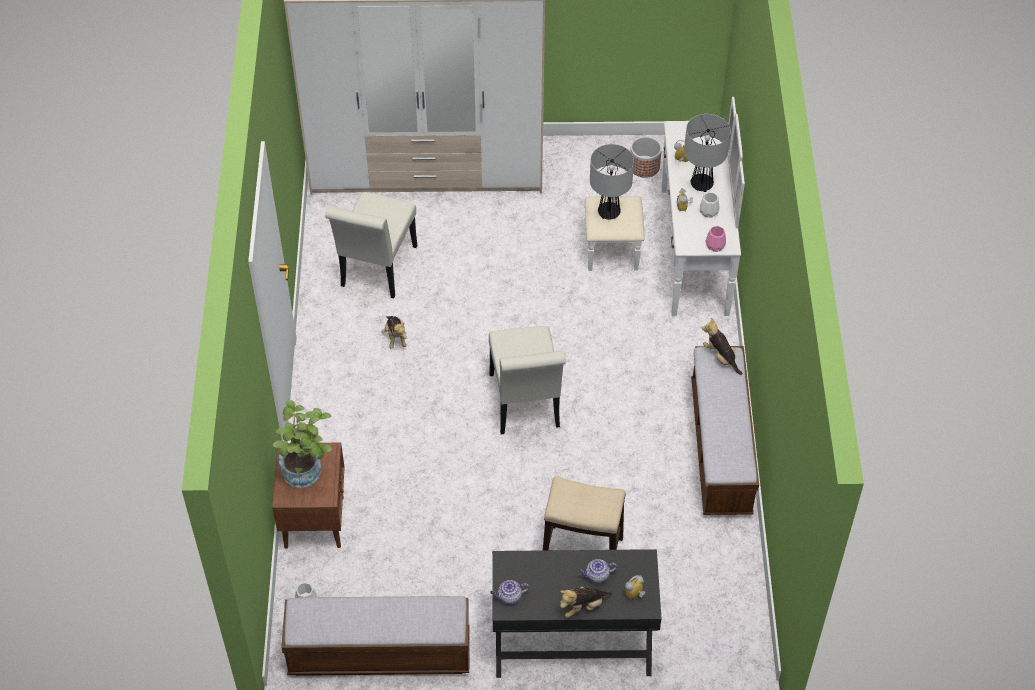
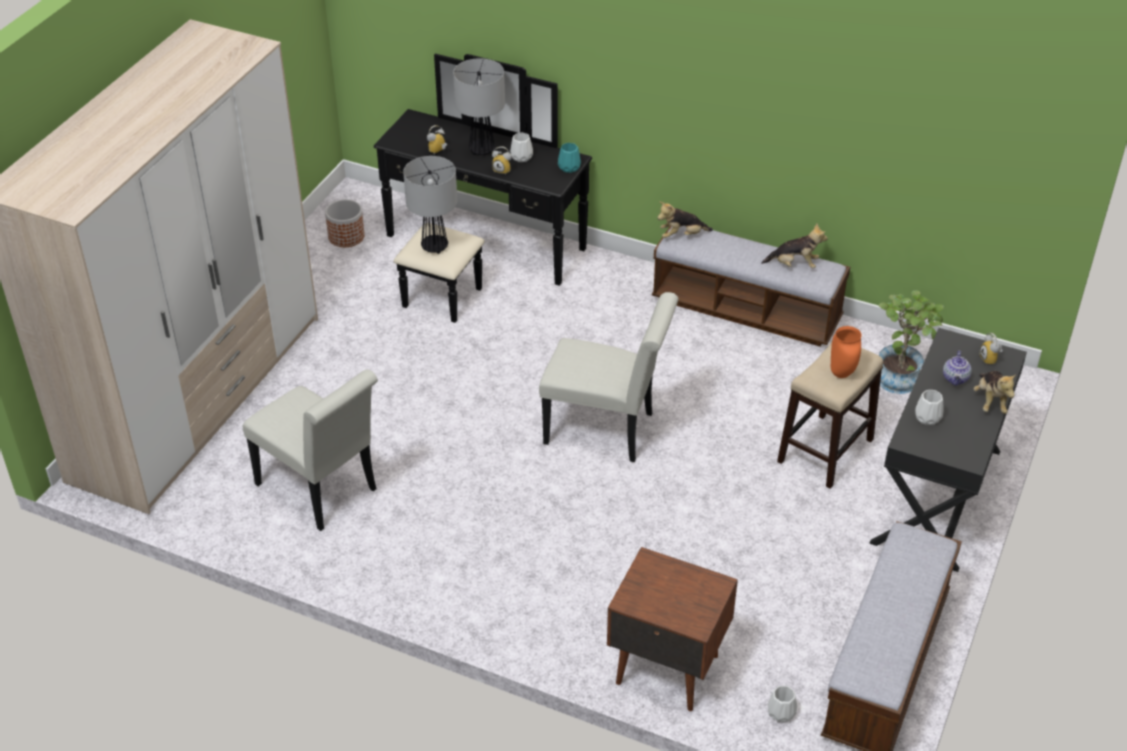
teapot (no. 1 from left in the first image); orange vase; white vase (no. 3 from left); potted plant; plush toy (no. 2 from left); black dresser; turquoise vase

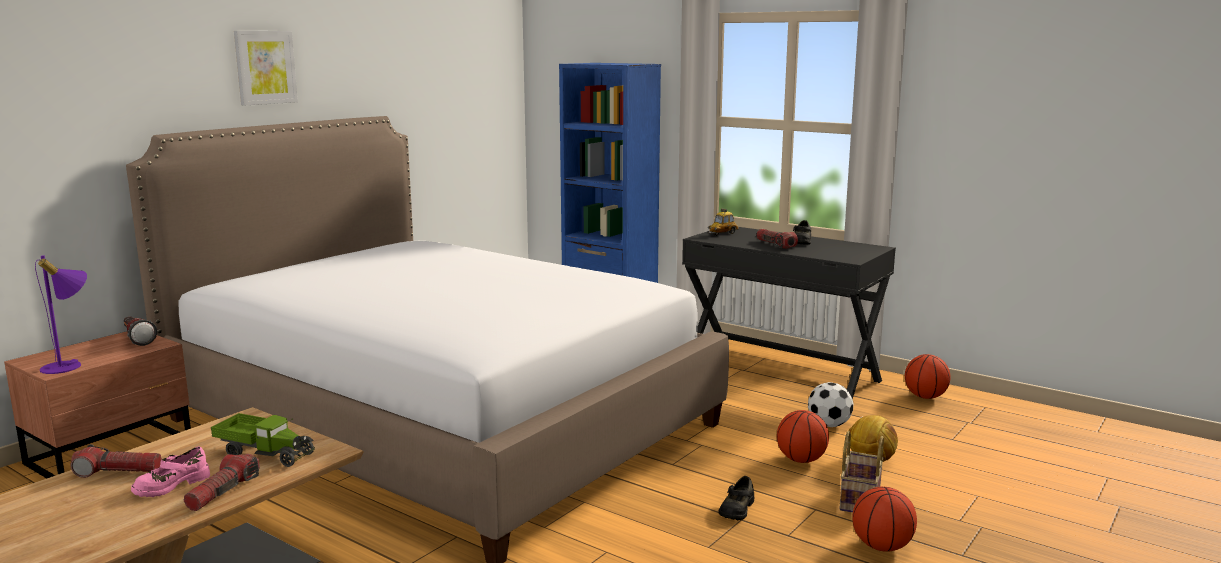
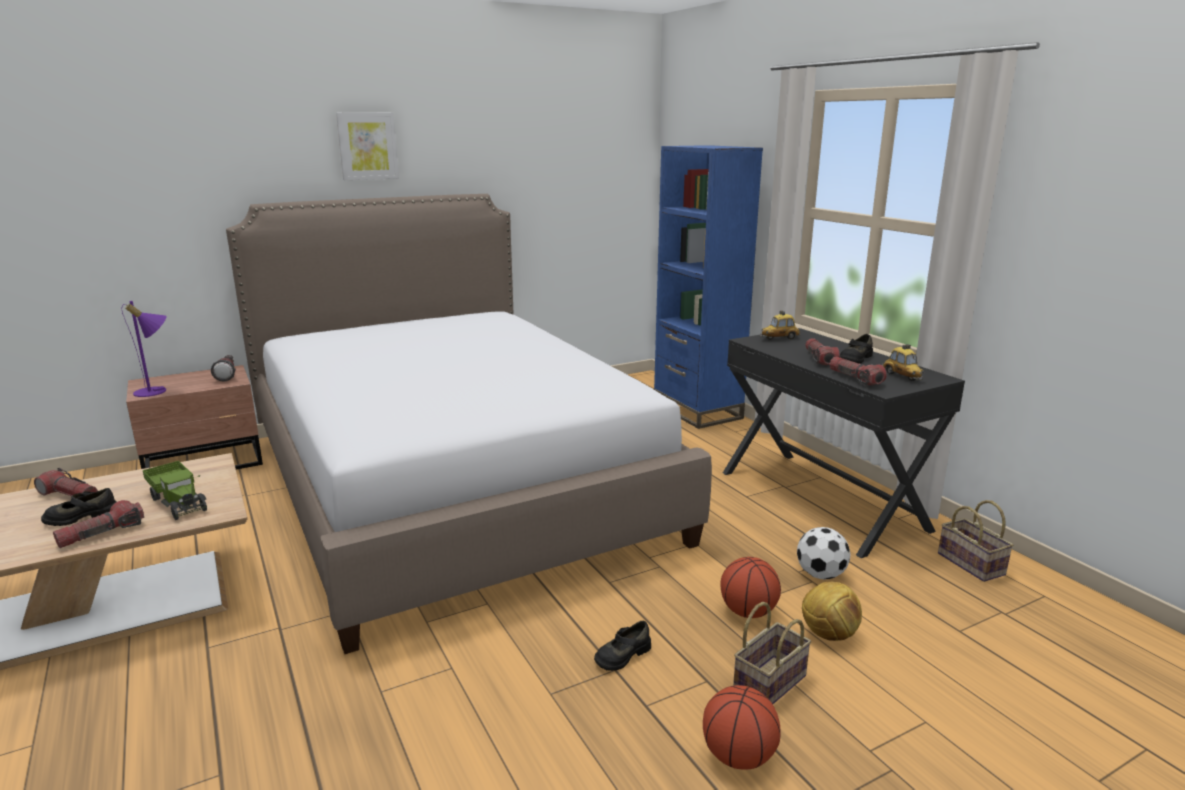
flashlight (no. 5 from left); toy car (no. 2 from left); basket (no. 2 from left); black shoe (no. 1 from left)

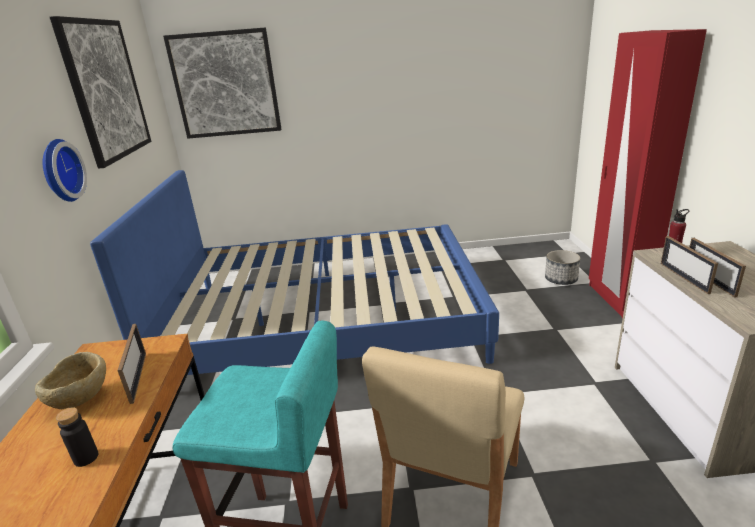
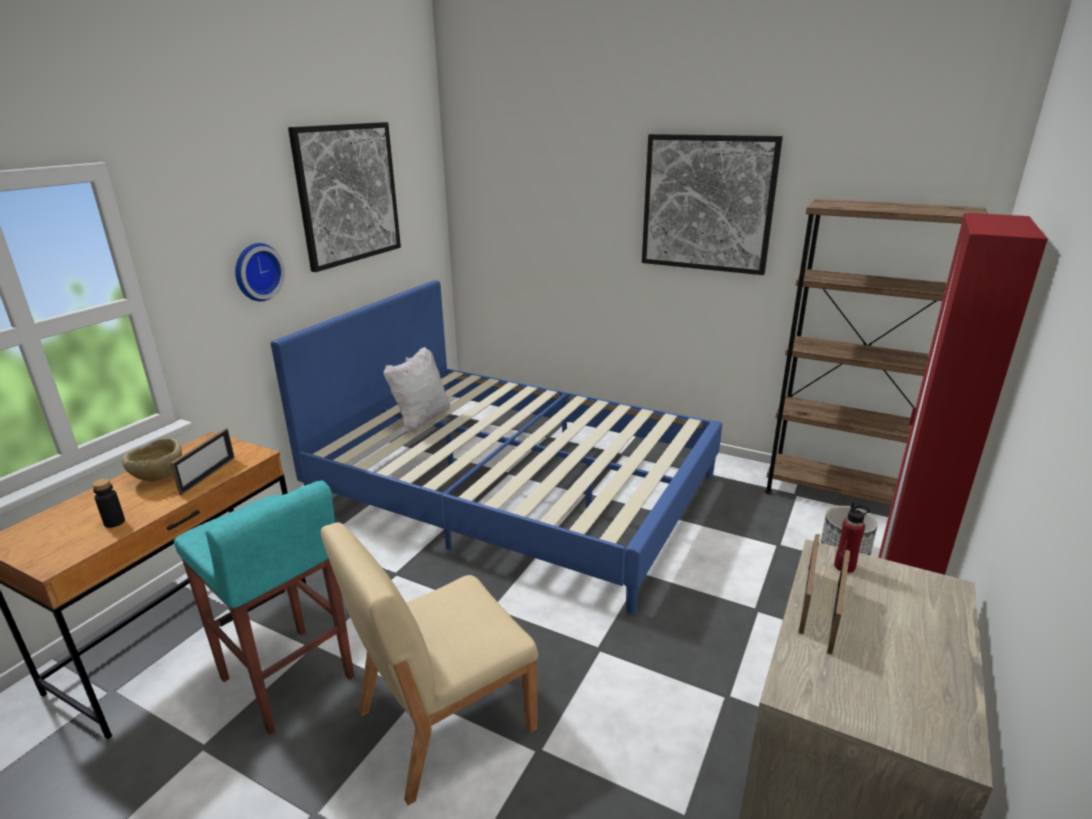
white pillow; brown bookcase; picture (no. 2 from left)

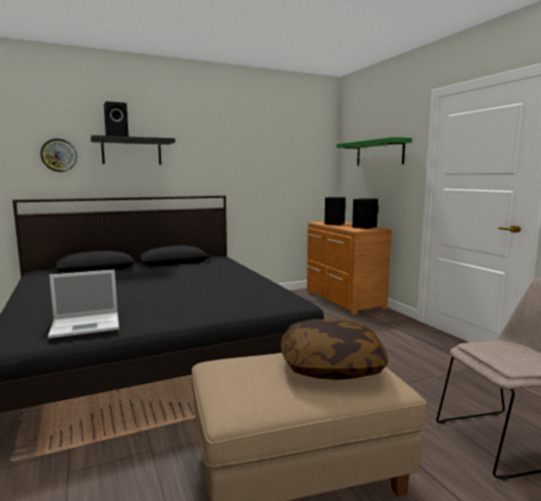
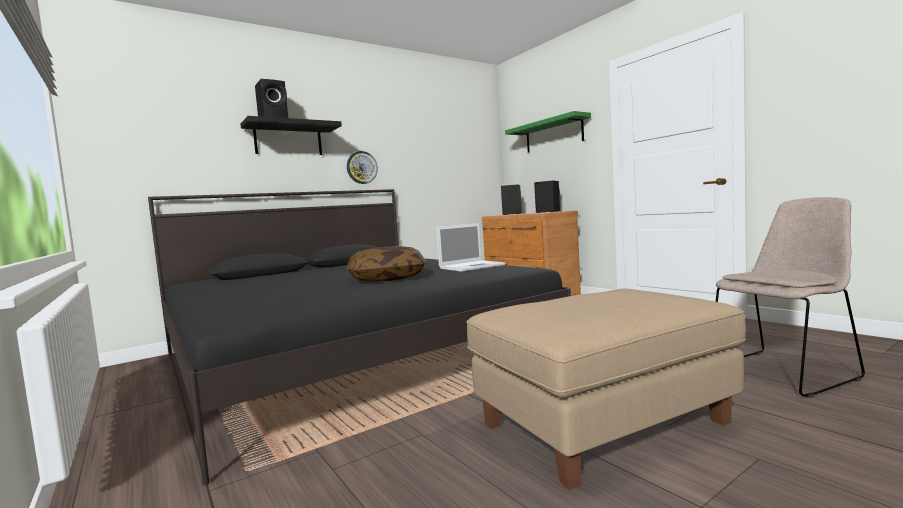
wall clock; laptop; pillow

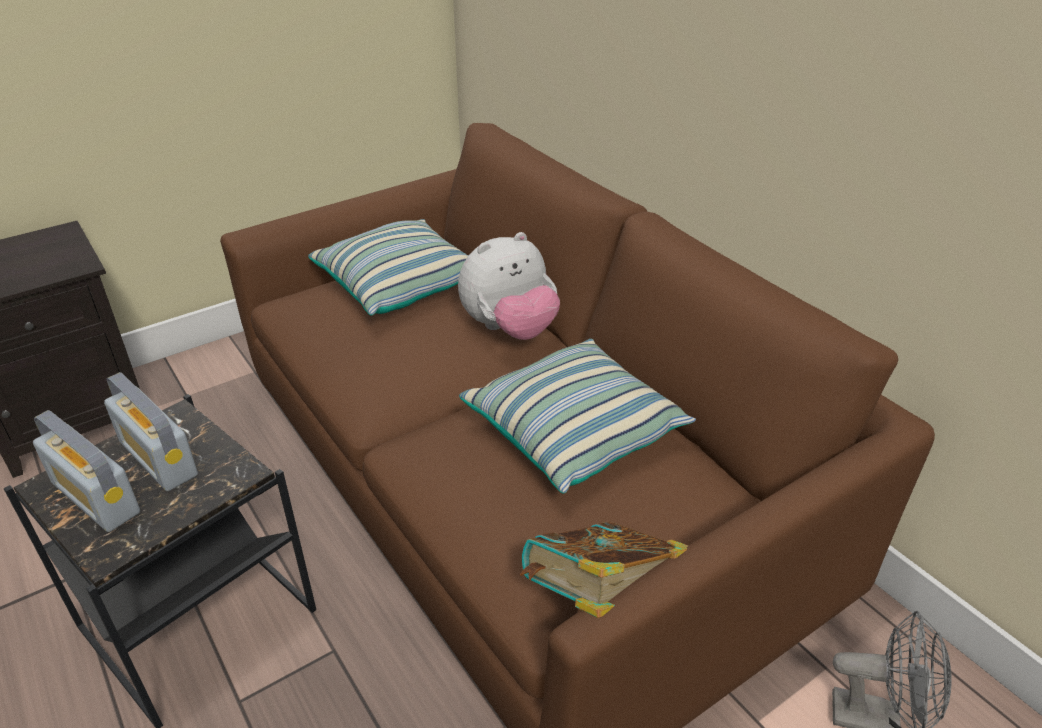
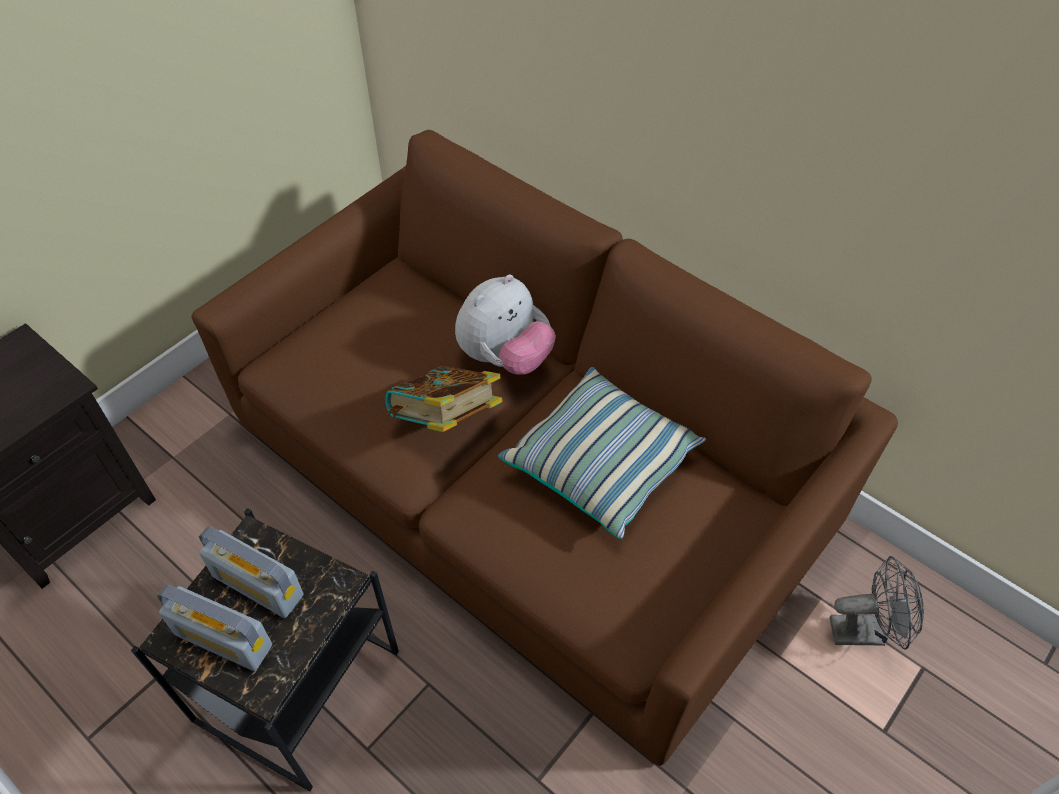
pillow (no. 1 from left in the first image); book

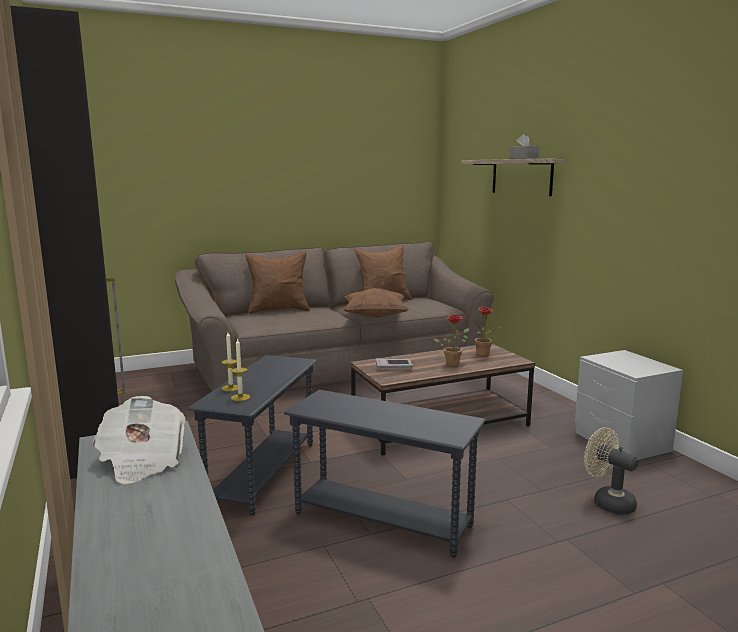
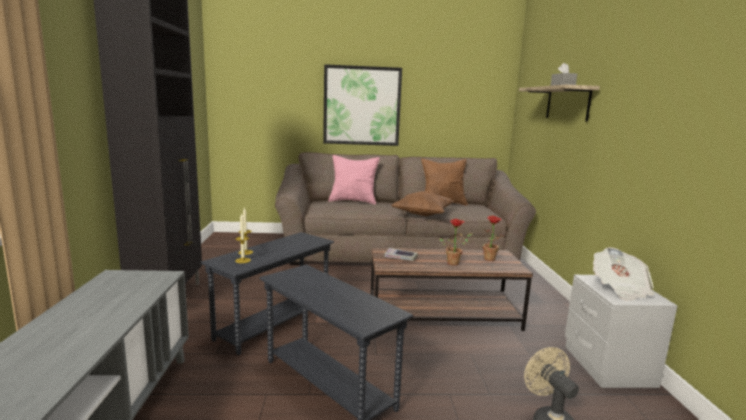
picture; newspaper; pink pillow

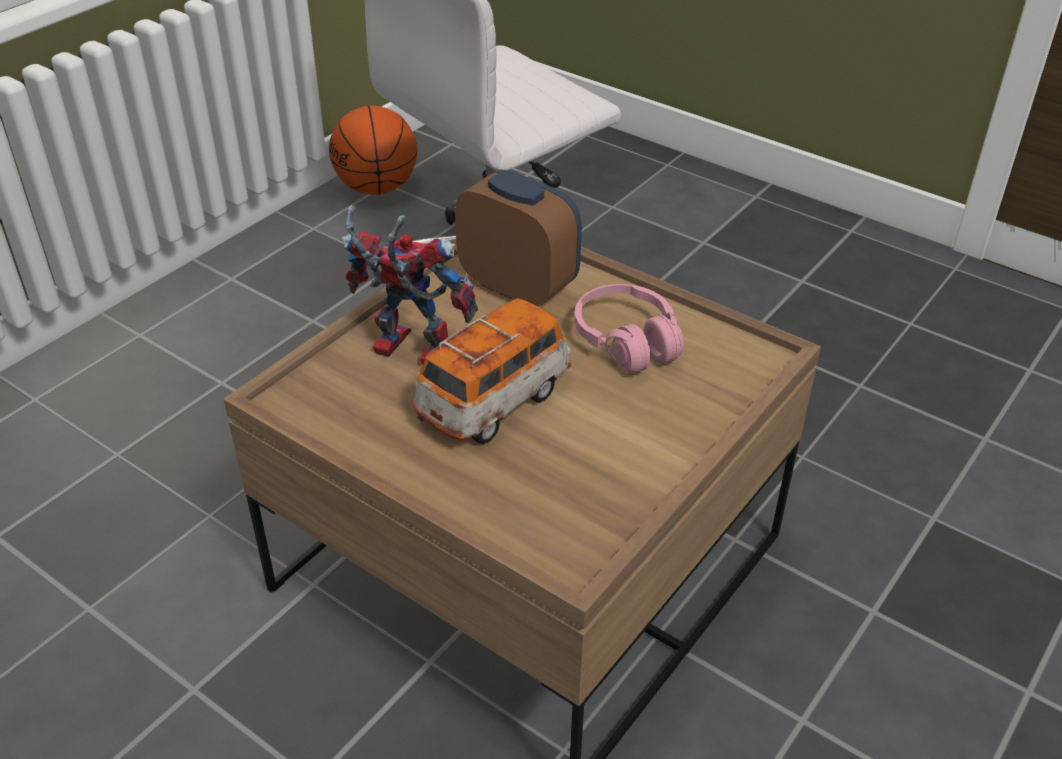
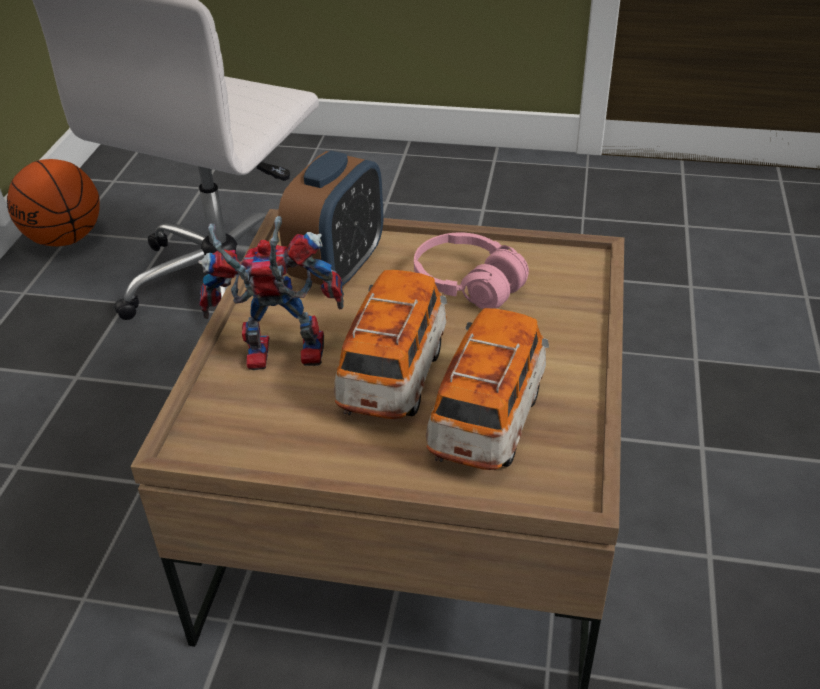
toy car (no. 2 from left); alarm clock

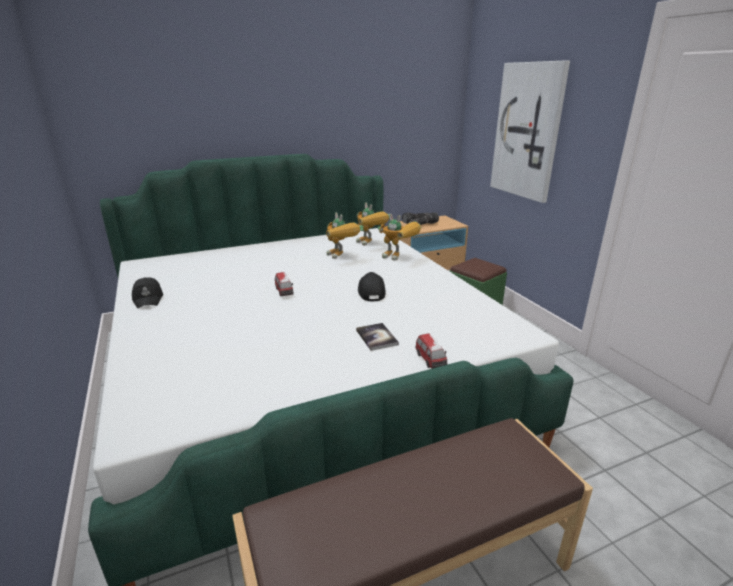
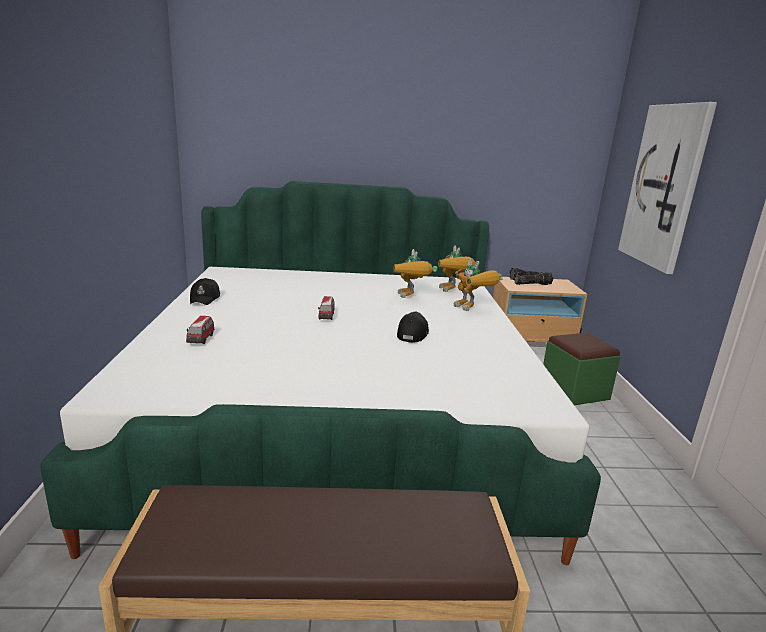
book; toy car (no. 1 from left)

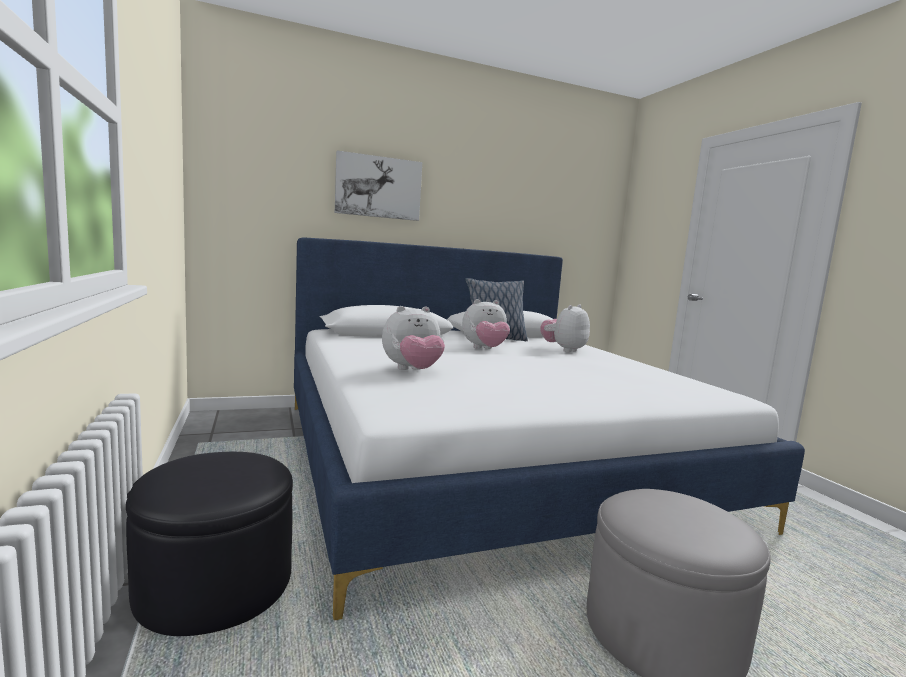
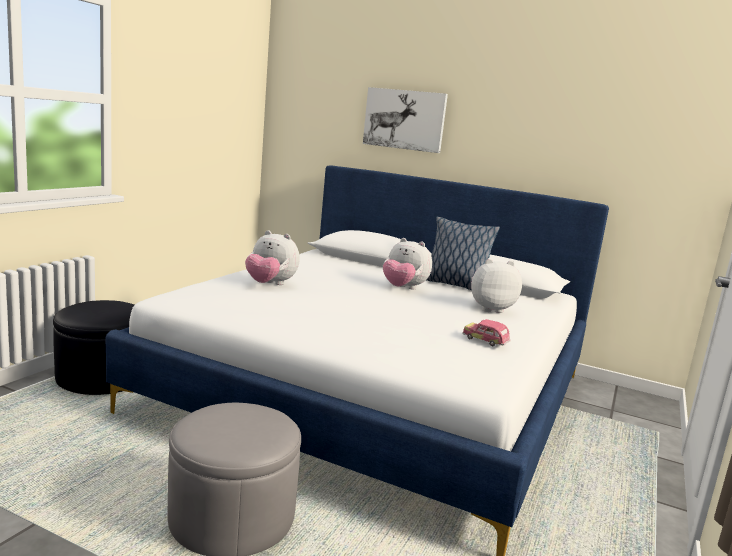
toy car

